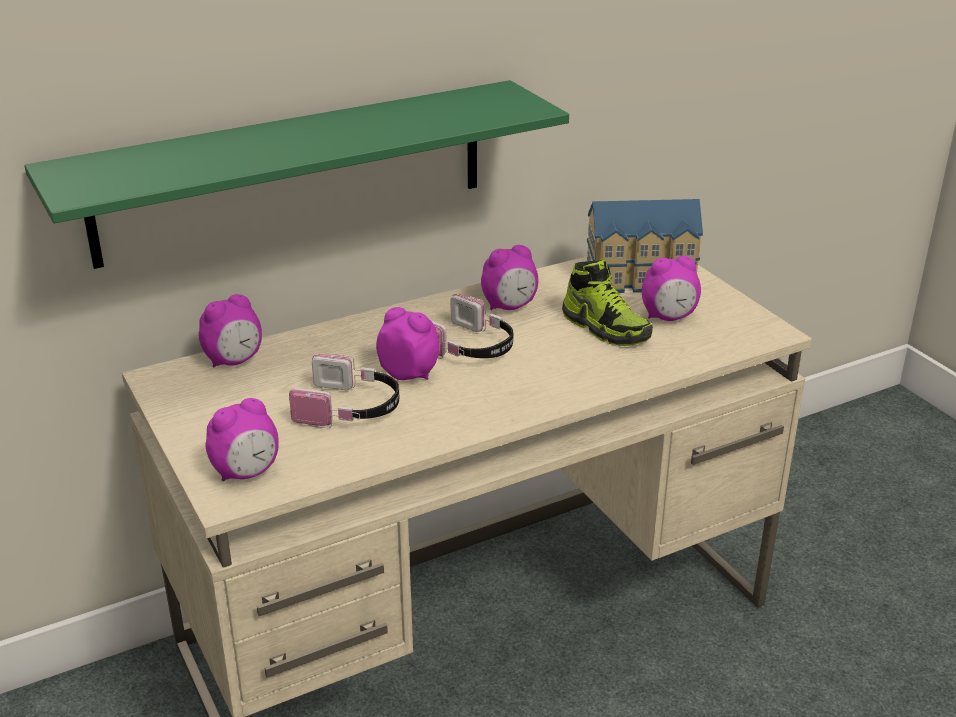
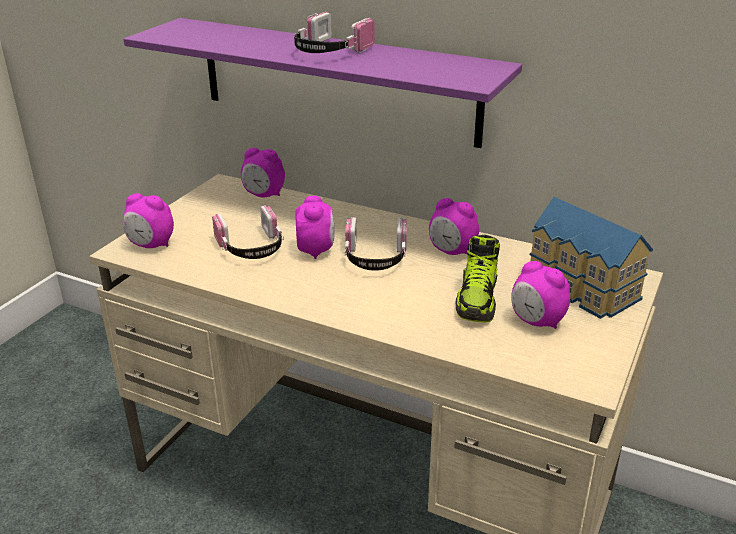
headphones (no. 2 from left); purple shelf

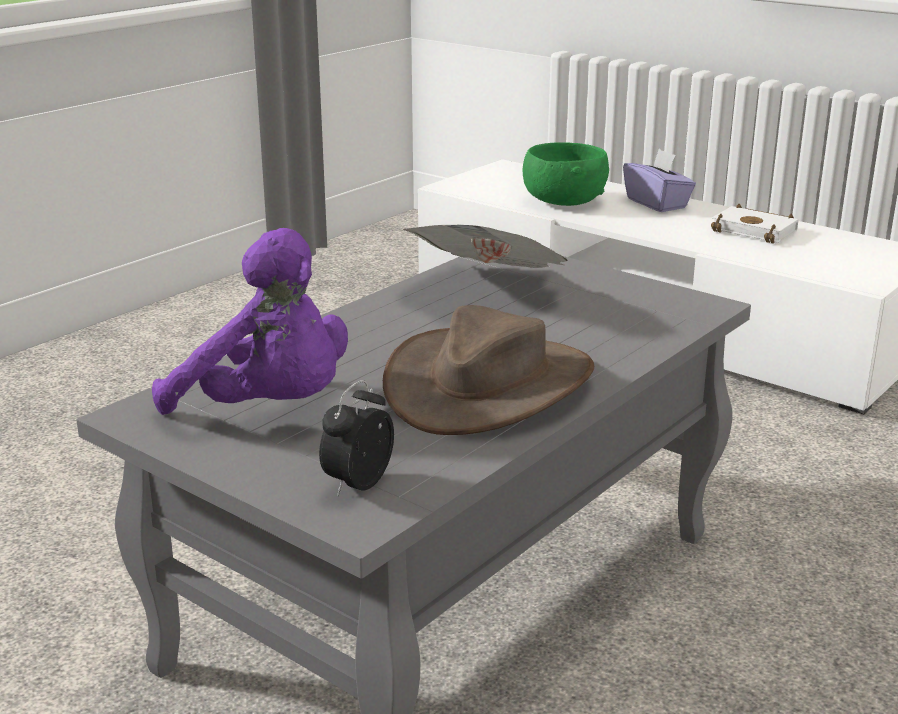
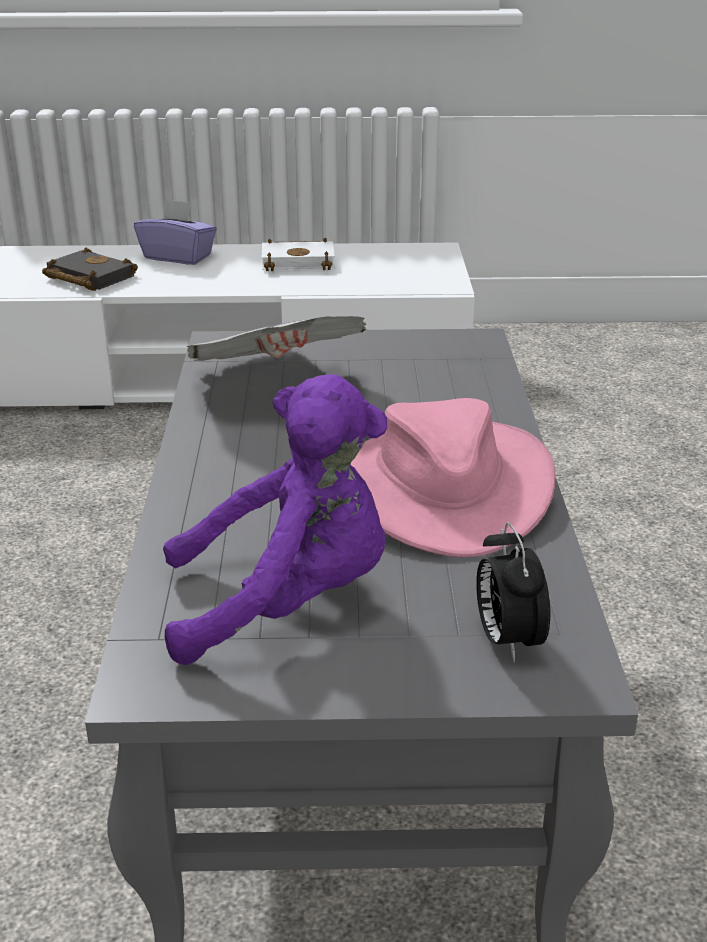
black book; pink hat

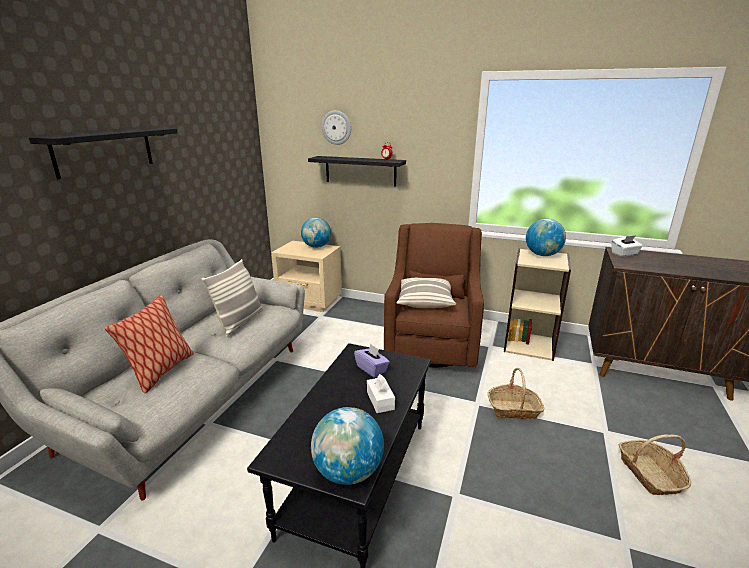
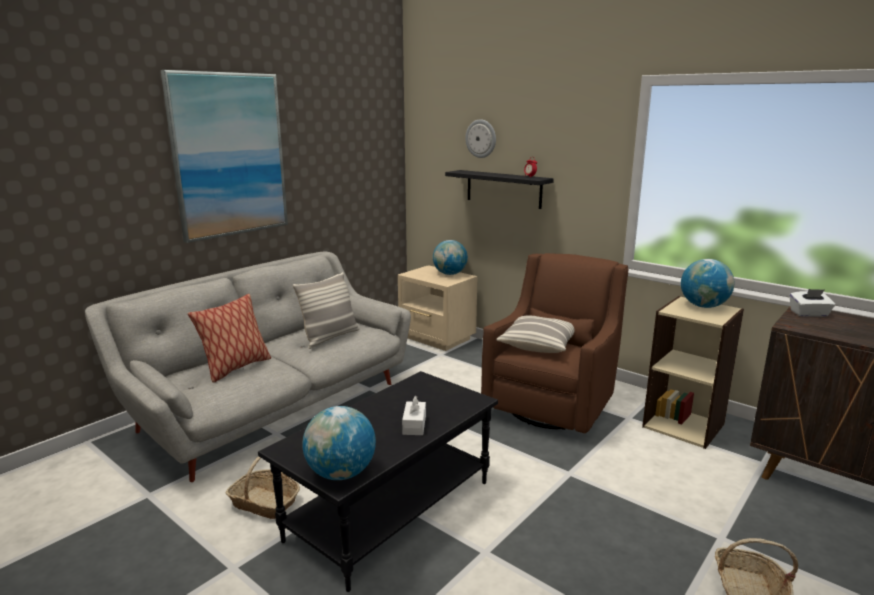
purple tissue box; basket (no. 1 from left); picture

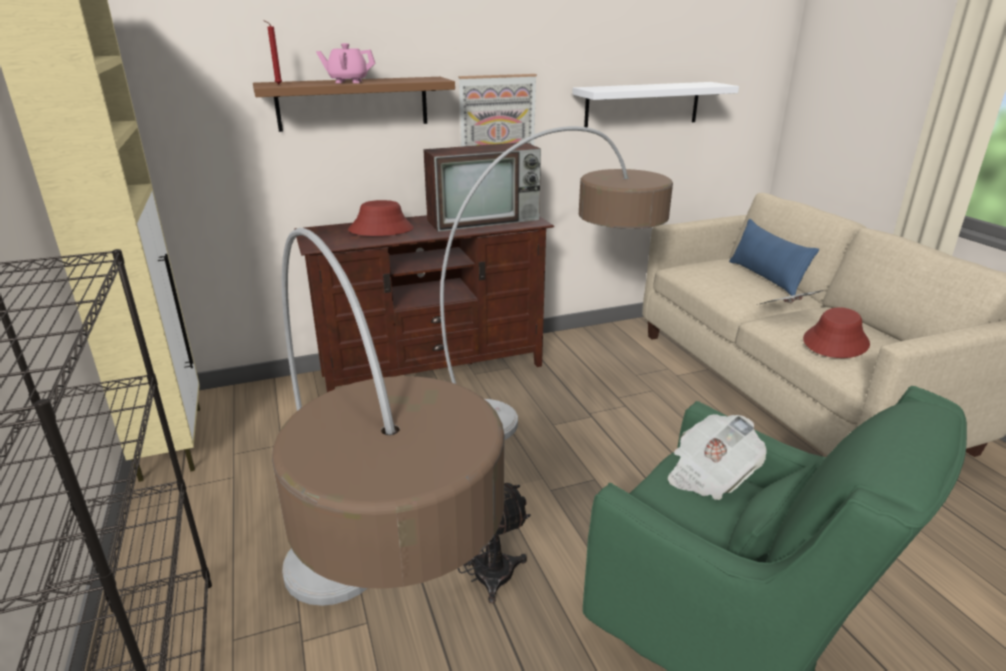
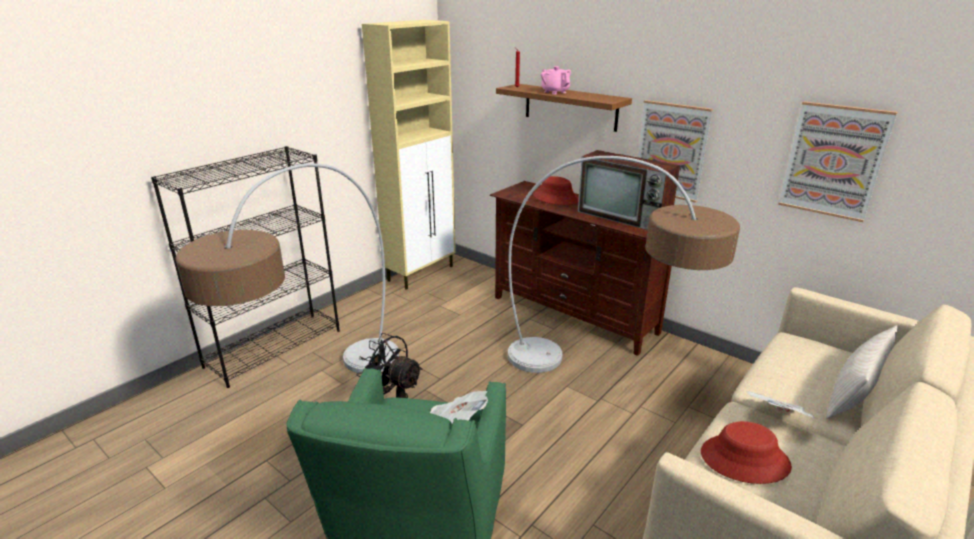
picture (no. 2 from left); beige pillow

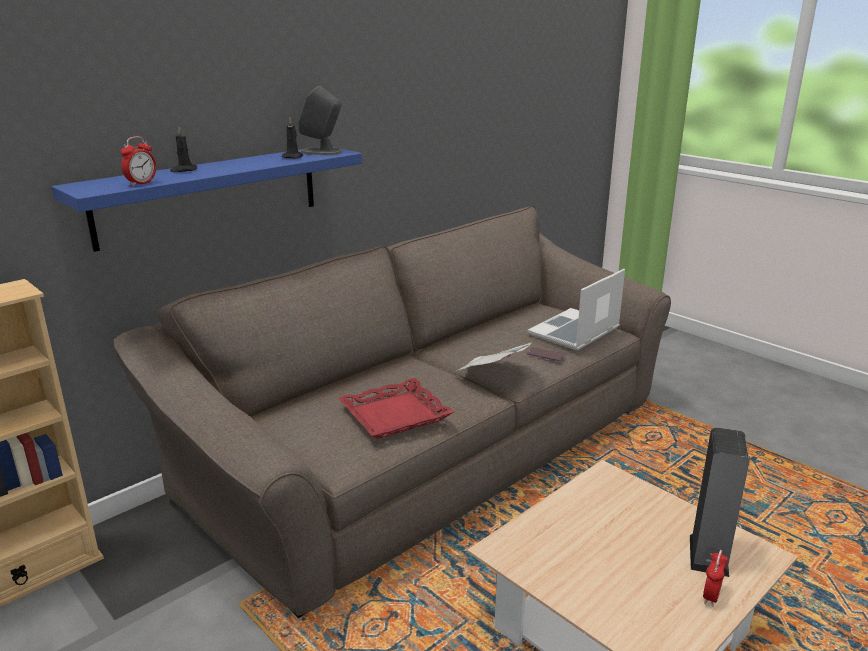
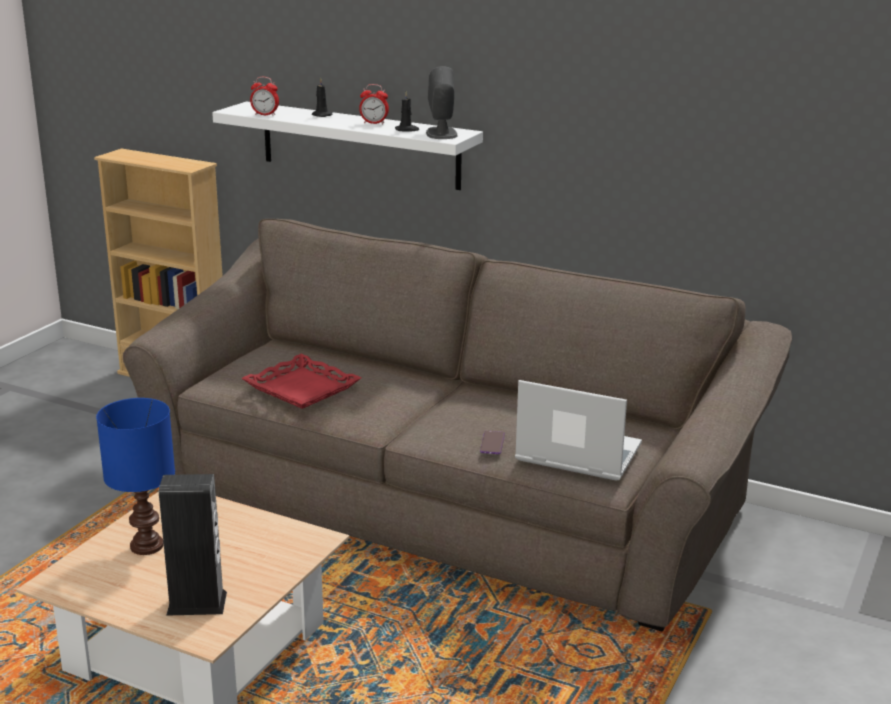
newspaper; blue table lamp; alarm clock (no. 2 from left); white shelf

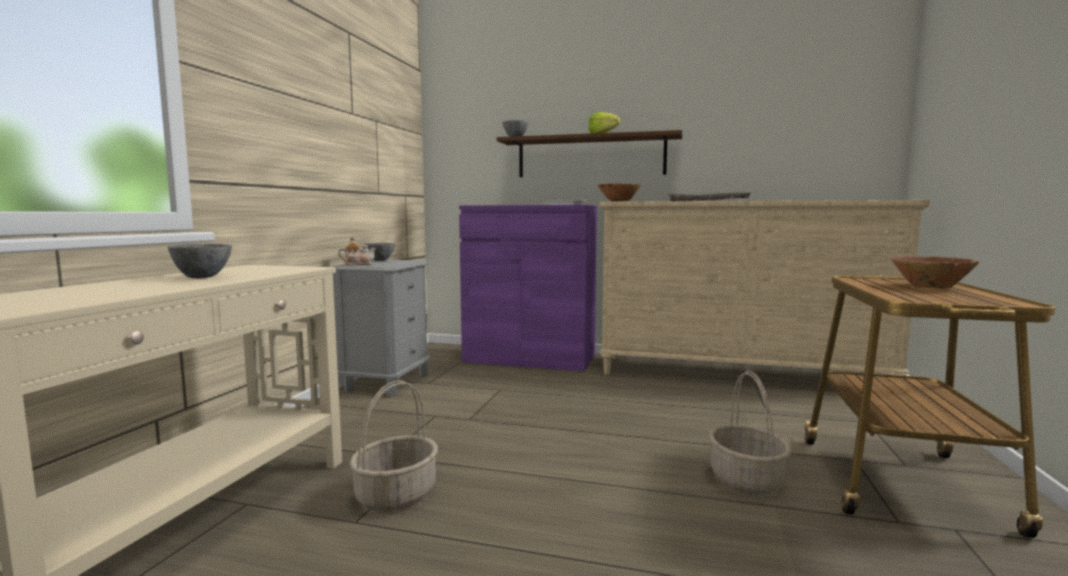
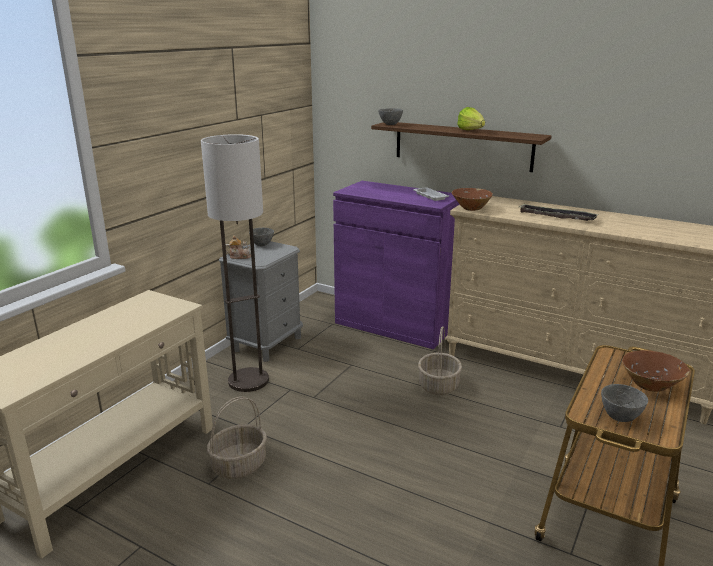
floor lamp; grey bowl (no. 3 from left); basket (no. 2 from left)

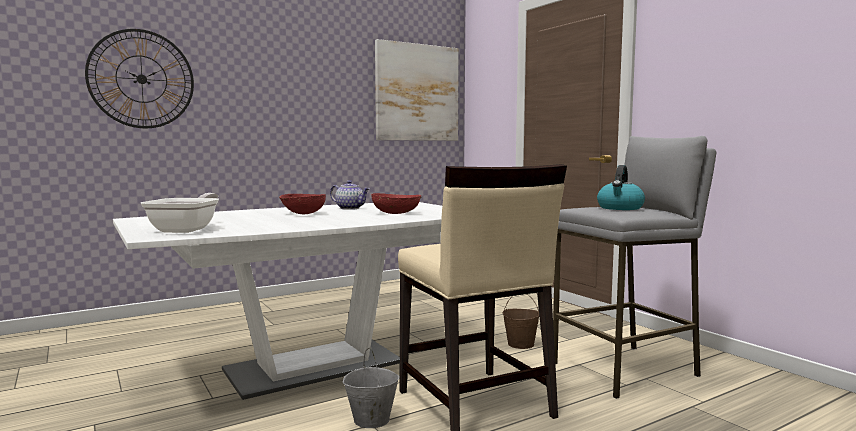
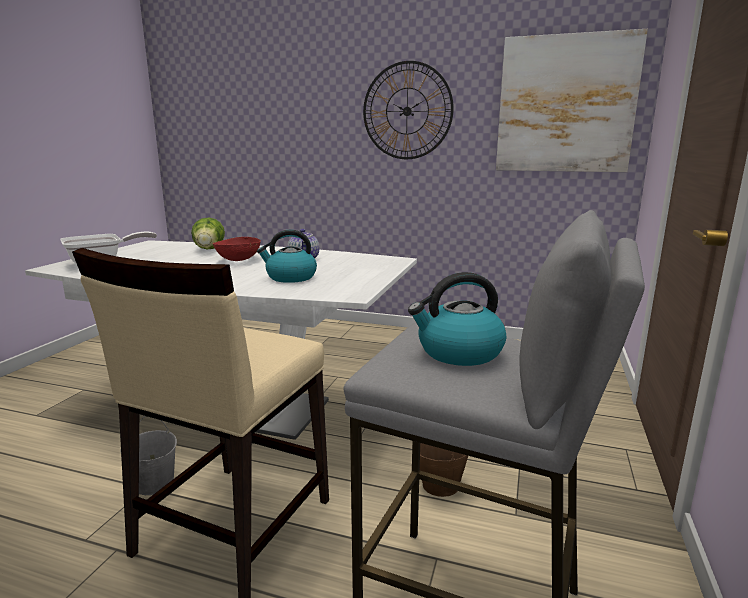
lettuce; wall clock; kettle (no. 1 from left)

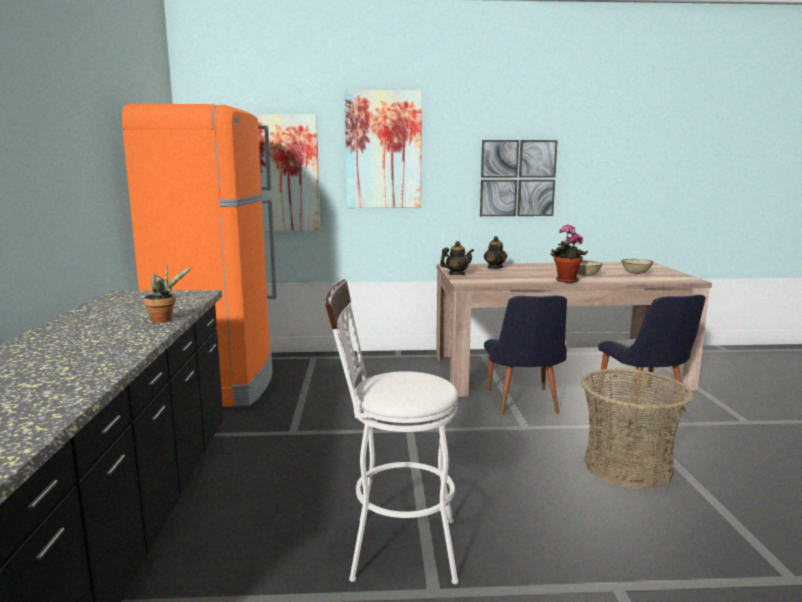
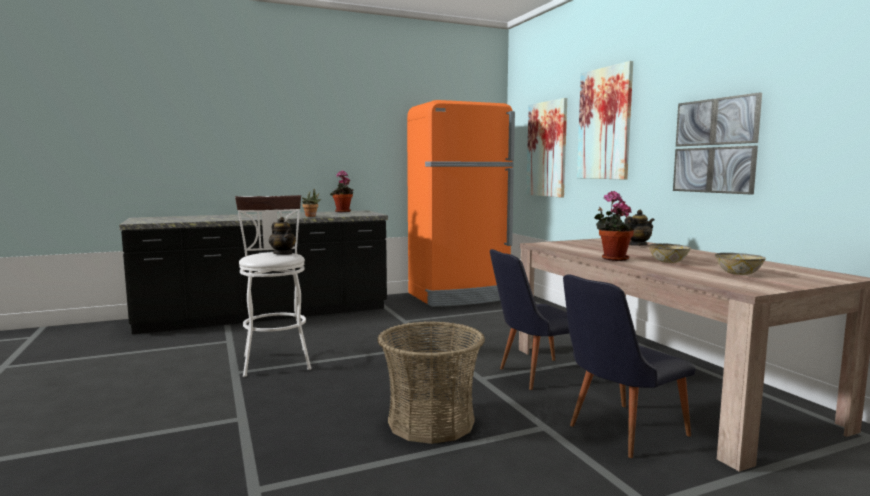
potted plant (no. 2 from left); teapot (no. 1 from left)

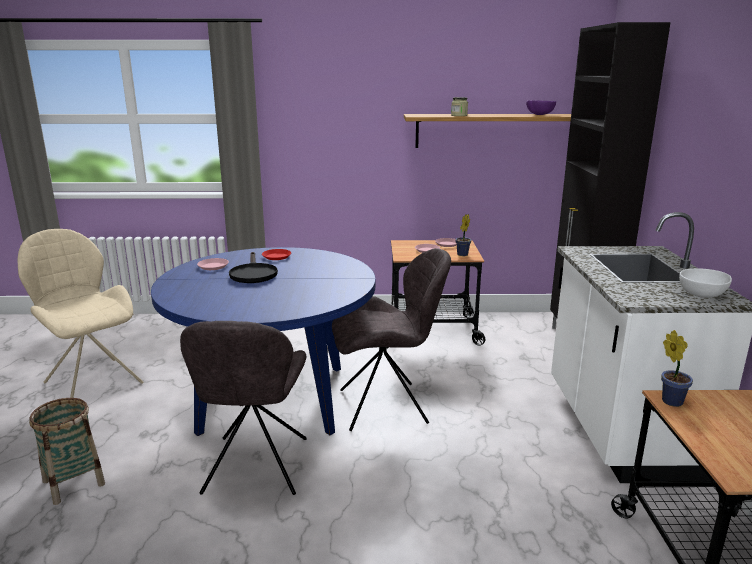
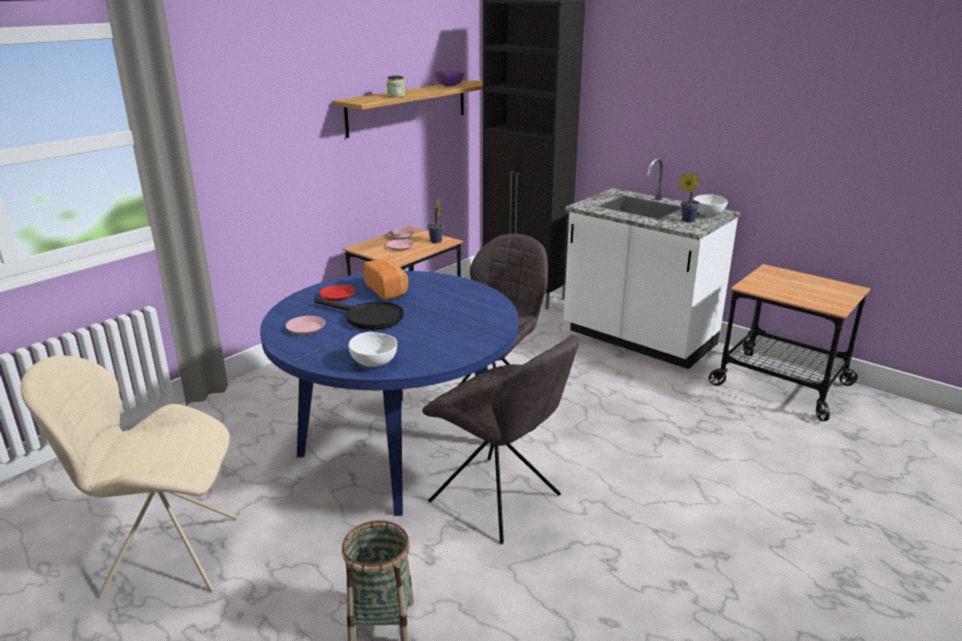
white bowl (no. 1 from left); bread; potted plant (no. 2 from left)

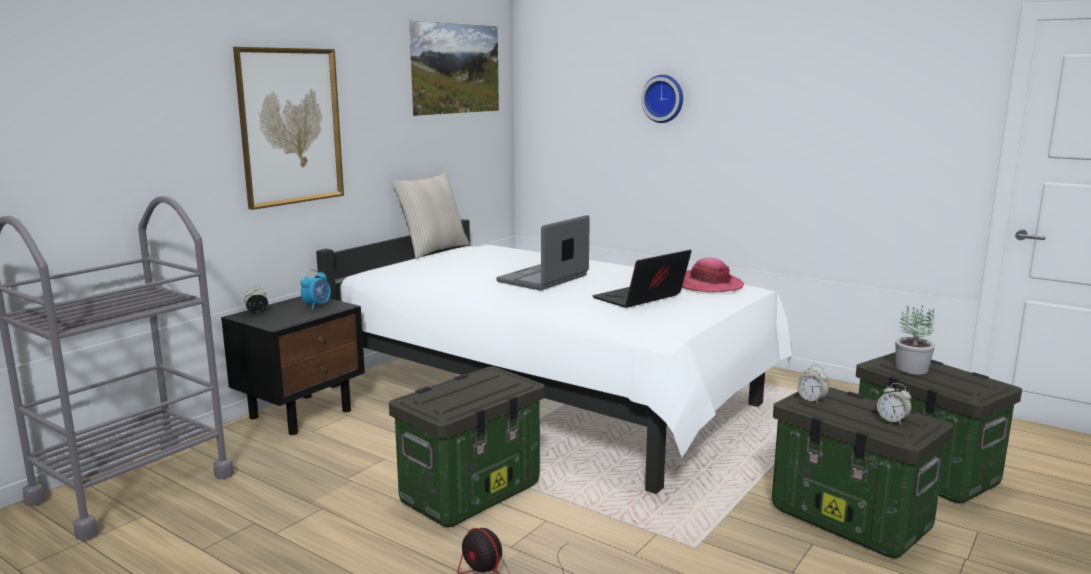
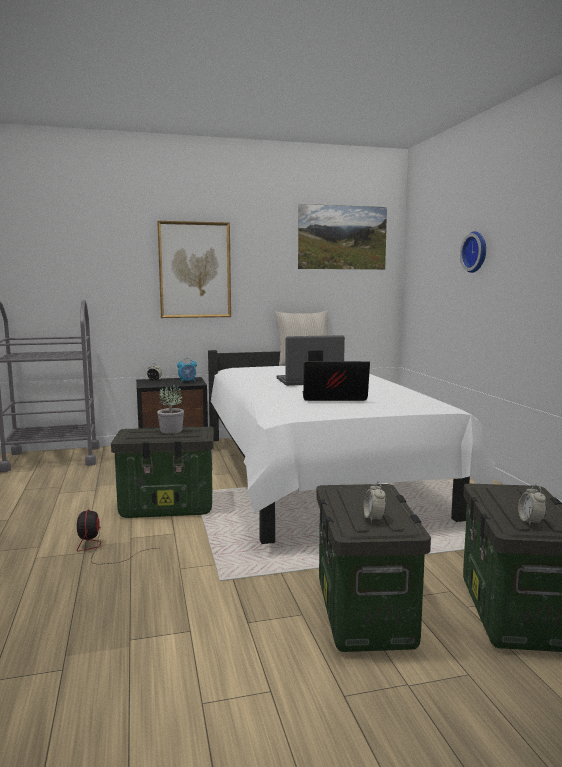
hat; alarm clock (no. 4 from left); potted plant

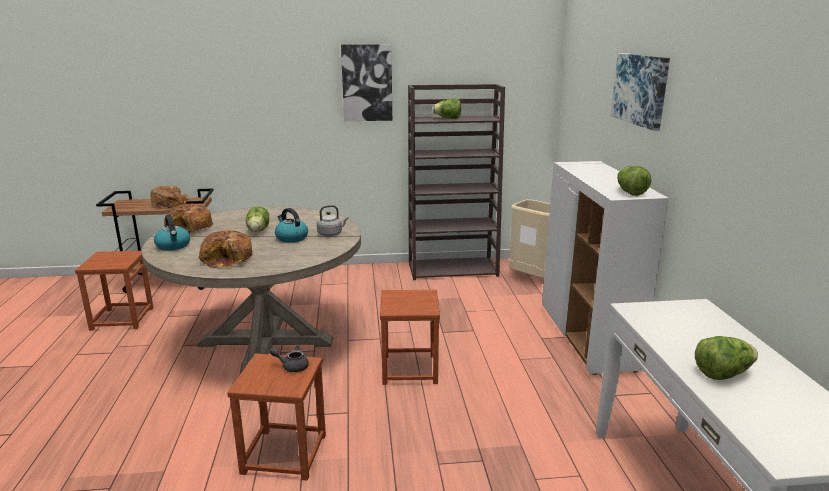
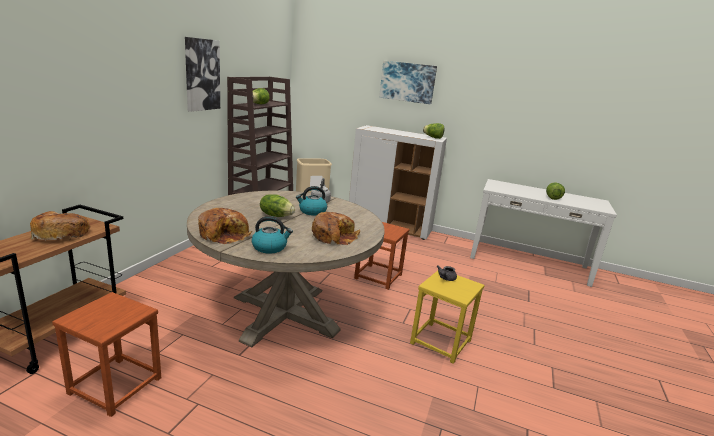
yellow stool

